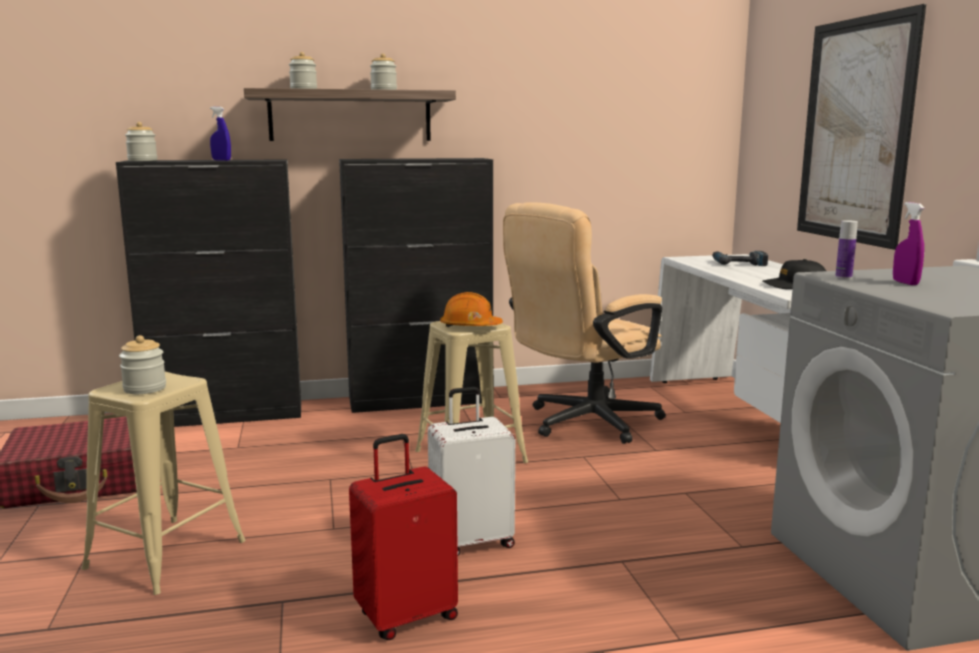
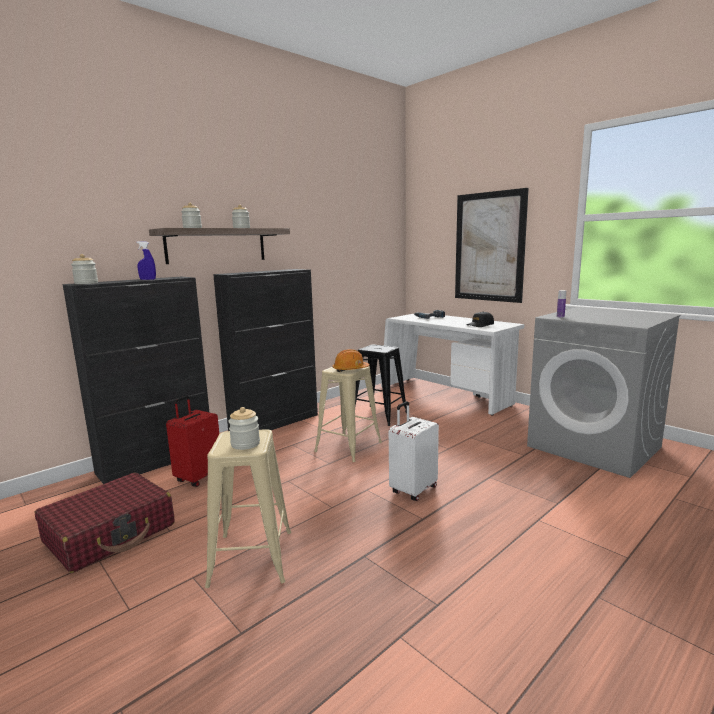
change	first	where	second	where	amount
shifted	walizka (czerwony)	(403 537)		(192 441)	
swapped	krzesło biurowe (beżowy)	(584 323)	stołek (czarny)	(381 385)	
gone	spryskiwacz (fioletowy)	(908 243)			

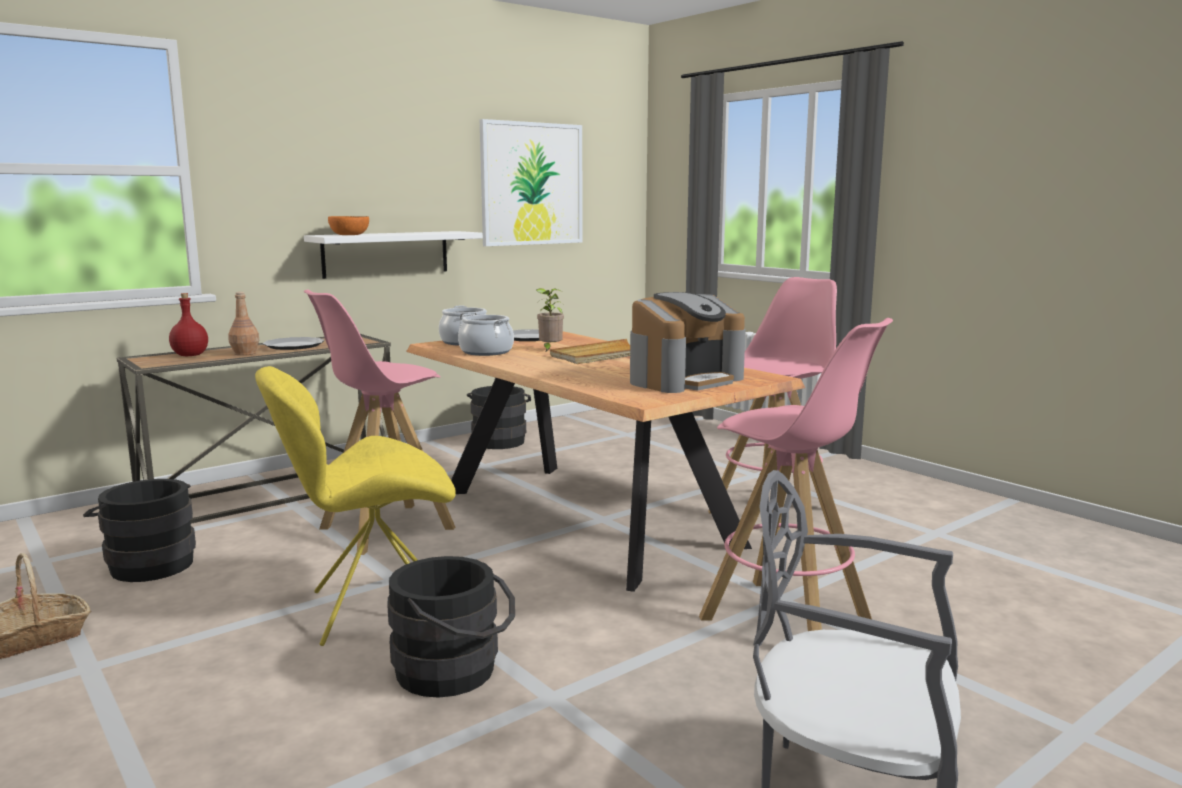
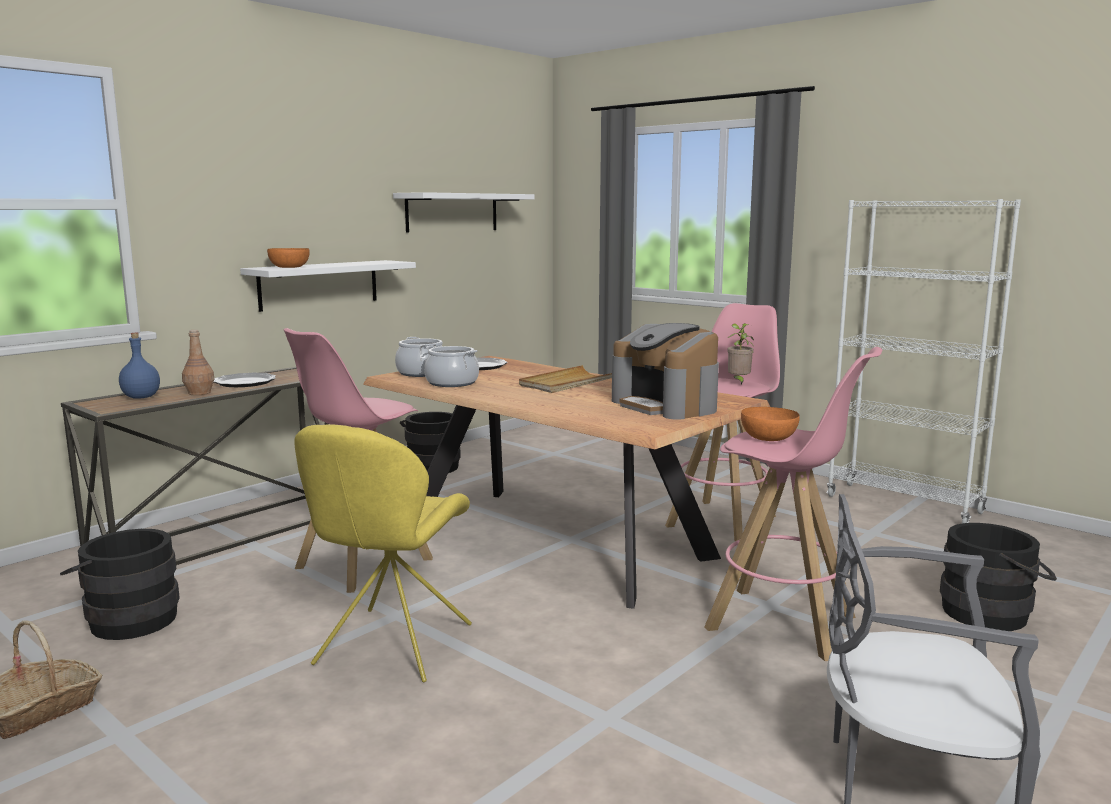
change	first	where	second	where	amount
repainted	butelka (czerwony)	(188 324)	butelka (niebieski)	(139 366)	
rotated	krzesło (żółty)	(355 506)		(383 553)	45 degrees counterclockwise
shifted	wiadro (czarny)	(451 627)		(998 577)	
swapped	obraz	(531 182)	półka (biały)	(463 212)	
shifted	roślina doniczkowa	(550 320)		(741 353)	
rotated	ekspres do kawy	(688 342)		(665 371)	105 degrees clockwise
new			miska (pomarańczowy)	(770 424)	
new			regał (biały)	(924 361)	

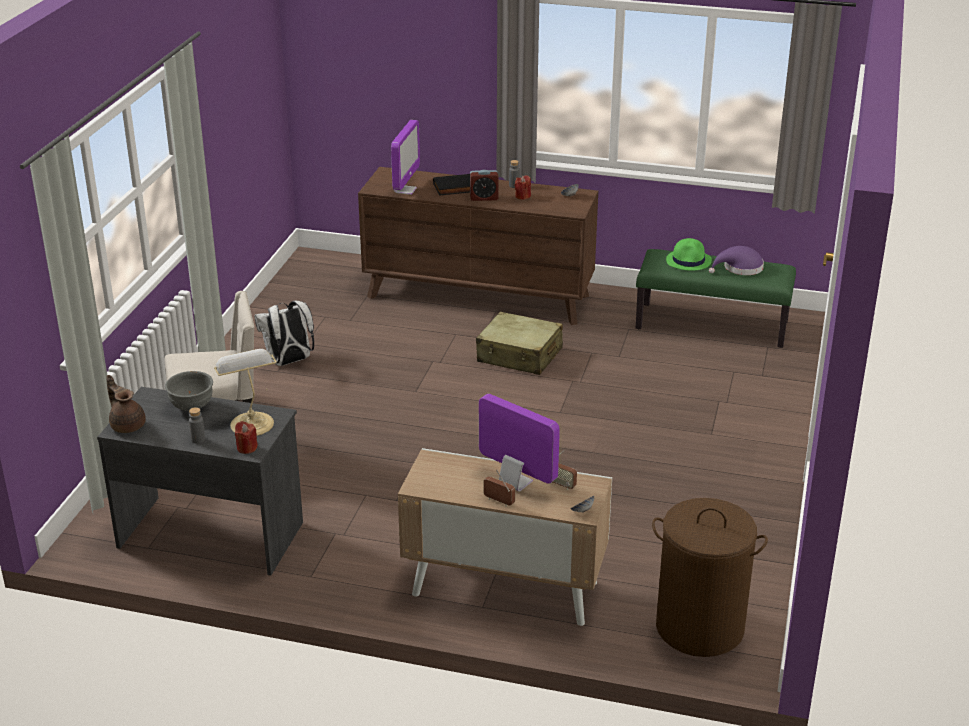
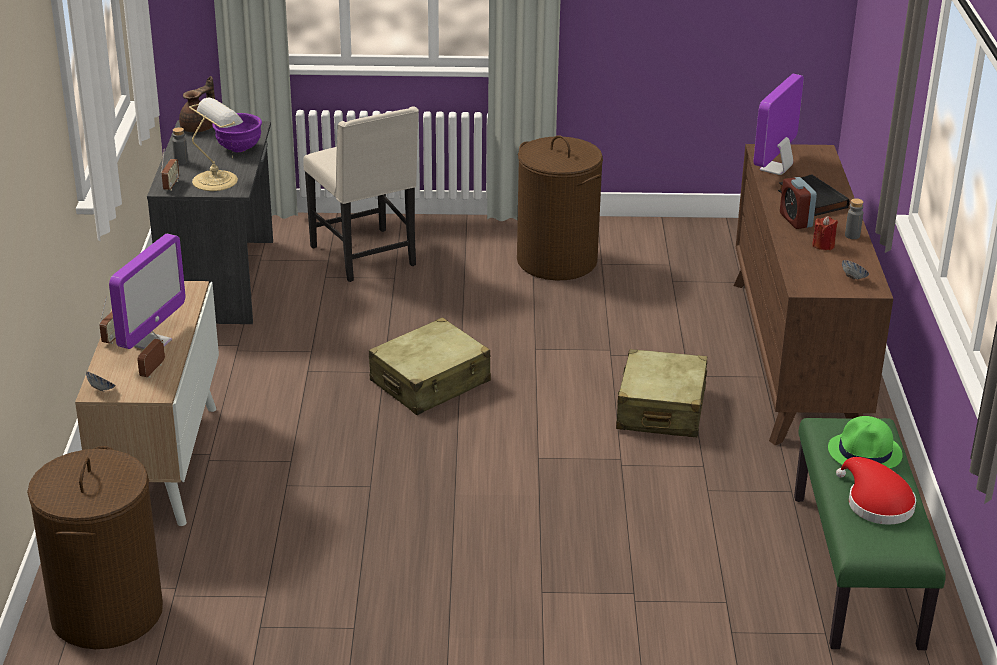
change	first	where	second	where	amount
repainted	miska (szary)	(189 391)	miska (fioletowy)	(237 132)	
swapped	świeca (czerwony)	(246 437)	radio	(170 169)	
swapped	plecak (biały)	(284 333)	kosz na pranie (brązowy)	(560 207)	
rotated	monitor	(405 157)		(778 124)	120 degrees clockwise
repainted	kapelusz (fioletowy)	(736 260)	kapelusz (czerwony)	(876 491)	
new			walizka (beżowy)	(430 366)	

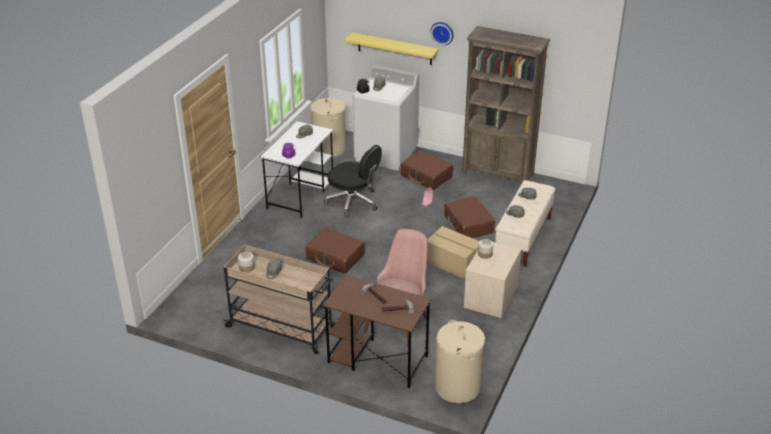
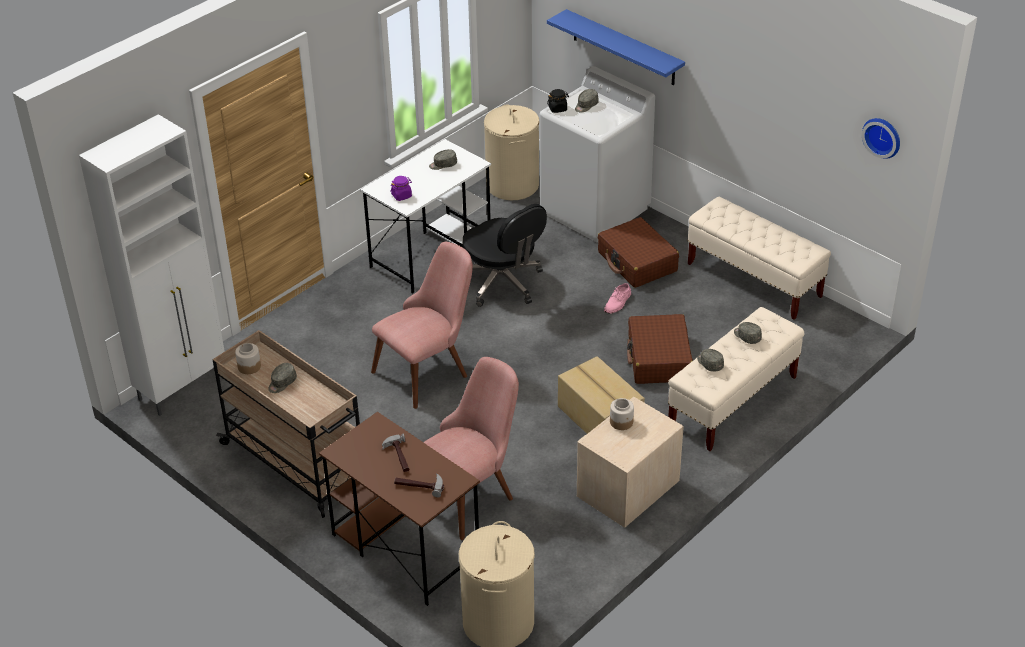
change	first	where	second	where	amount
swapped	walizka (brązowy)	(334 251)	krzesło (różowy)	(422 325)	
repainted	półka (żółty)	(391 48)	półka (niebieski)	(616 47)	
shifted	zegar ścienny	(442 33)		(881 138)	
swapped	regał (brązowy)	(506 104)	ławka (beżowy)	(759 258)	
new			szafka (biały)	(152 265)	

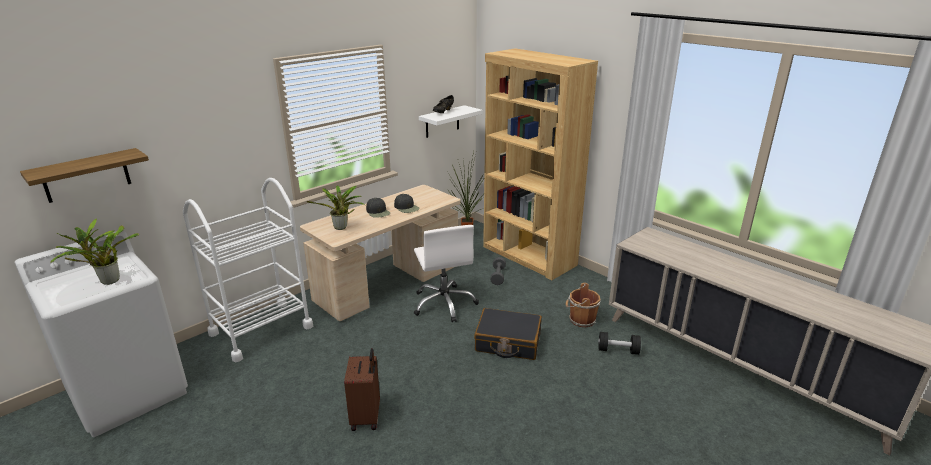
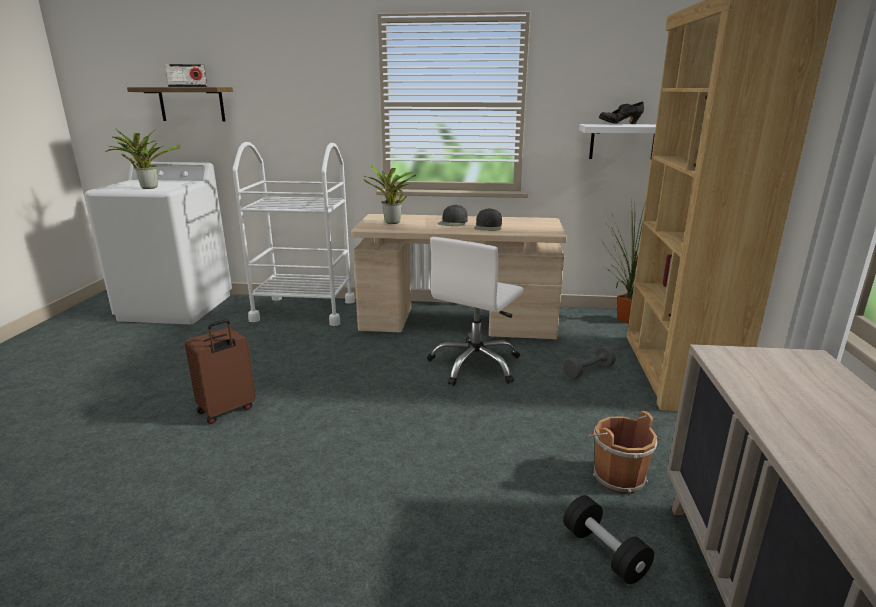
change	first	where	second	where	amount
gone	walizka (czarny)	(508 334)			
new			radio	(186 75)	

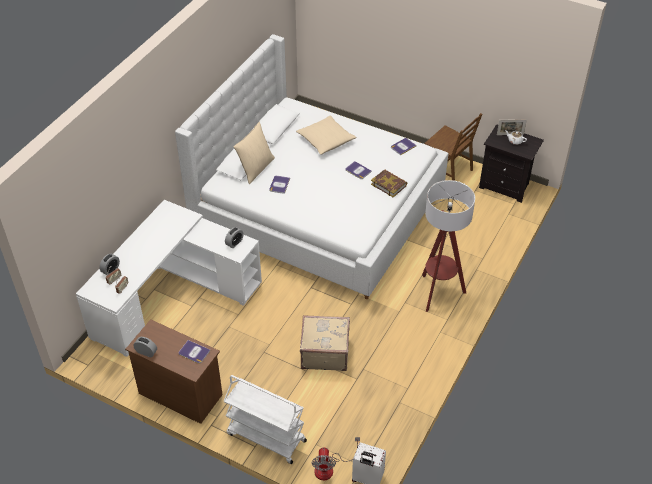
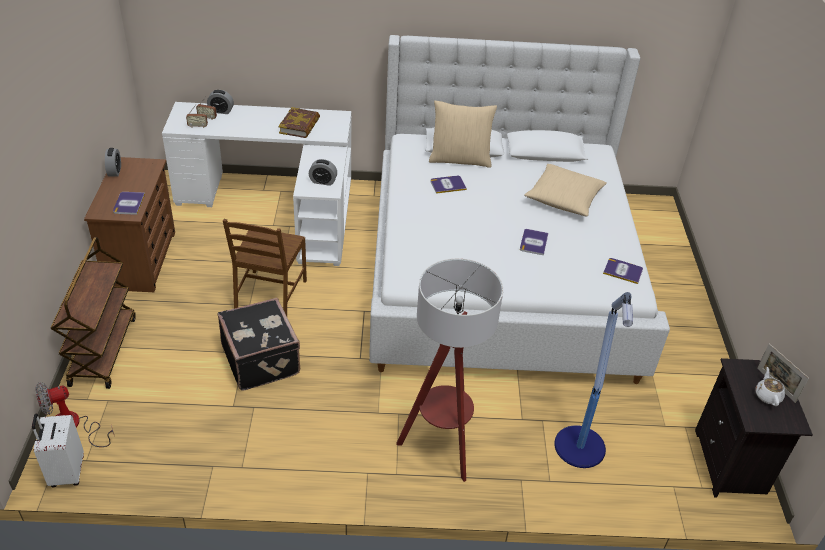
change	first	where	second	where	amount
repainted	wózek (biały)	(265 419)	wózek (brązowy)	(93 313)	
repainted	walizka (beżowy)	(325 343)	walizka (czarny)	(259 344)	
shifted	książka	(389 183)		(299 122)	
shifted	krzesło (brązowy)	(453 147)		(265 267)	
new			lampa stojąca	(593 380)	

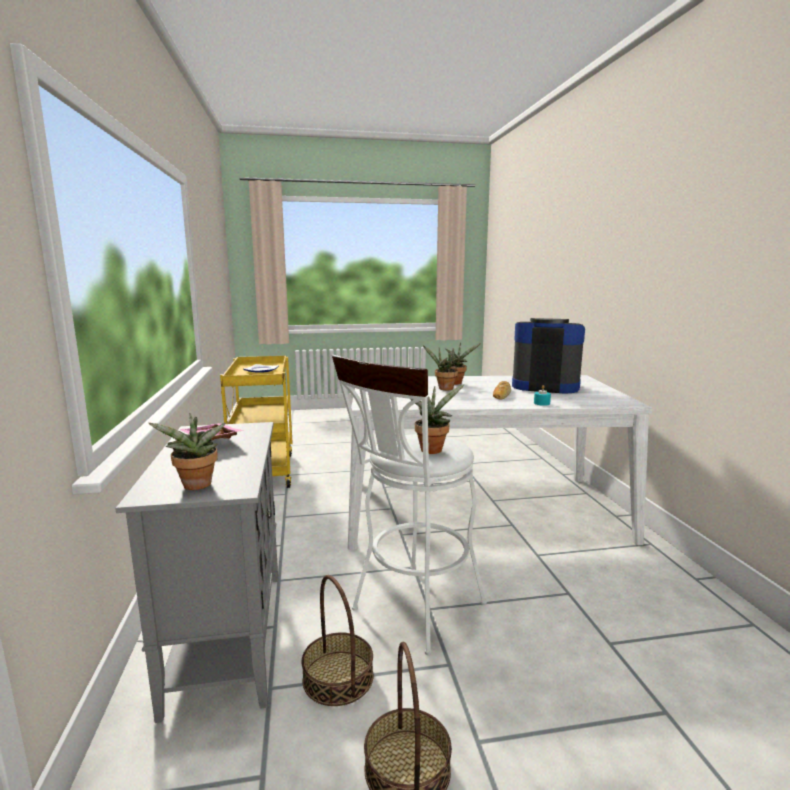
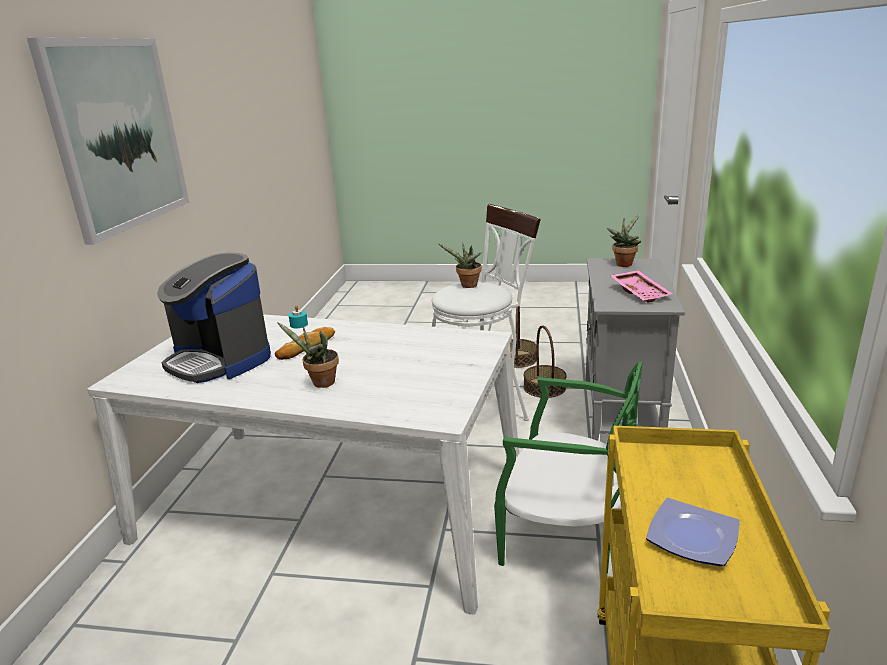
change	first	where	second	where	amount
gone	roślina doniczkowa	(440 367)			
new			obraz	(108 141)	
new			krzesło (zielony)	(568 467)	

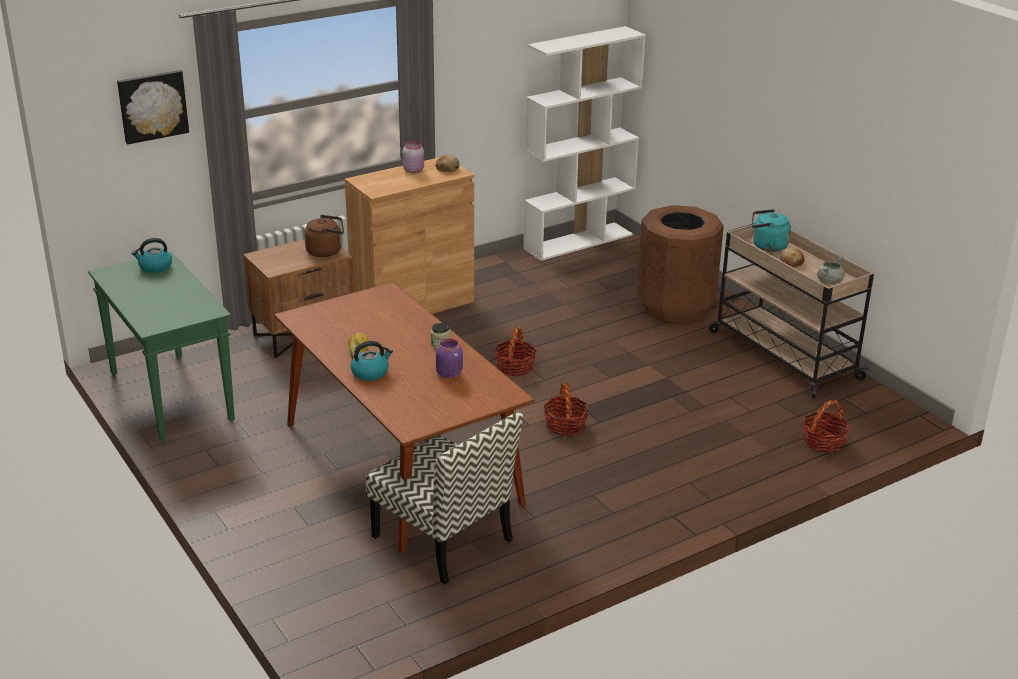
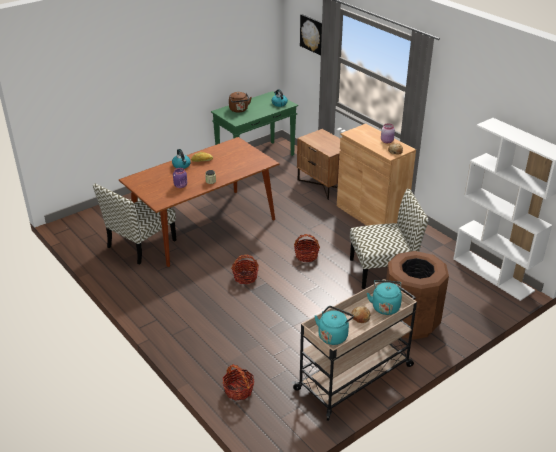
change	first	where	second	where	amount
shifted	czajnik (brązowy)	(324 236)		(240 102)	
swapped	garnek (szary)	(831 270)	czajnik (turkusowy)	(334 325)	
new			krzesło	(389 239)	

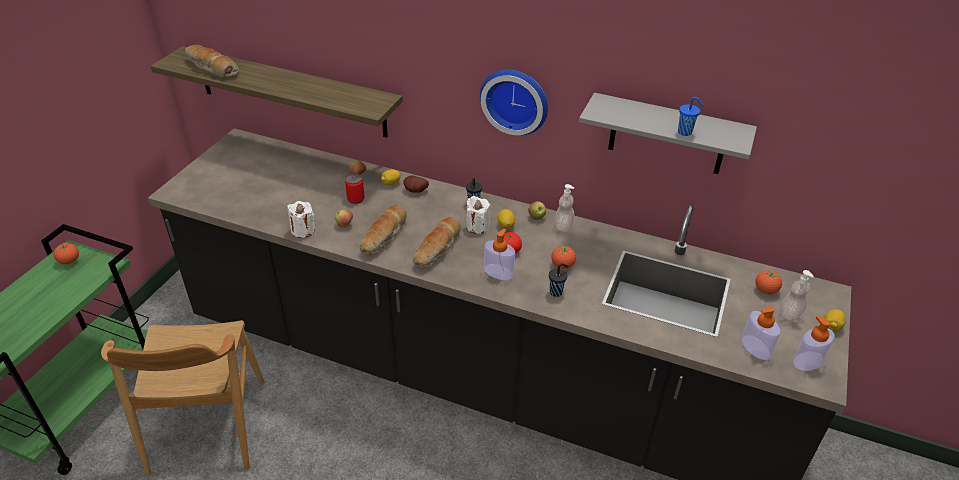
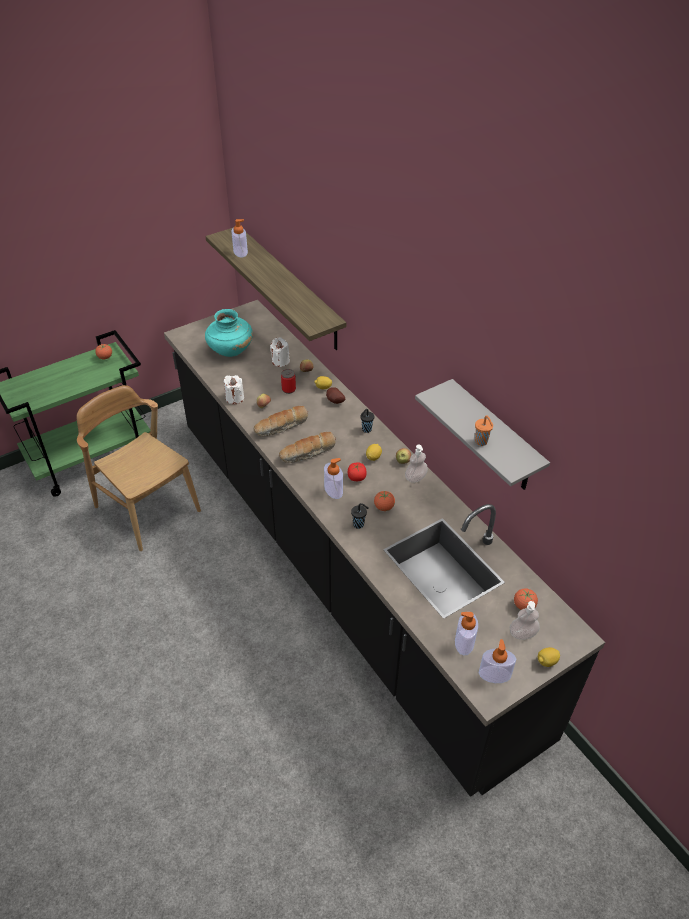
change	first	where	second	where	amount
rotated	krzesło (brązowy)	(183 398)		(139 468)	105 degrees clockwise
swapped	chleb	(212 61)	dozownik mydła	(239 238)	
shifted	świeca (biały)	(478 215)		(280 352)	
gone	zegar ścienny	(514 102)			
repainted	filiżanka (niebieski)	(691 116)	filiżanka (pomarańczowy)	(484 431)	
new			wazon (turkusowy)	(229 333)	

